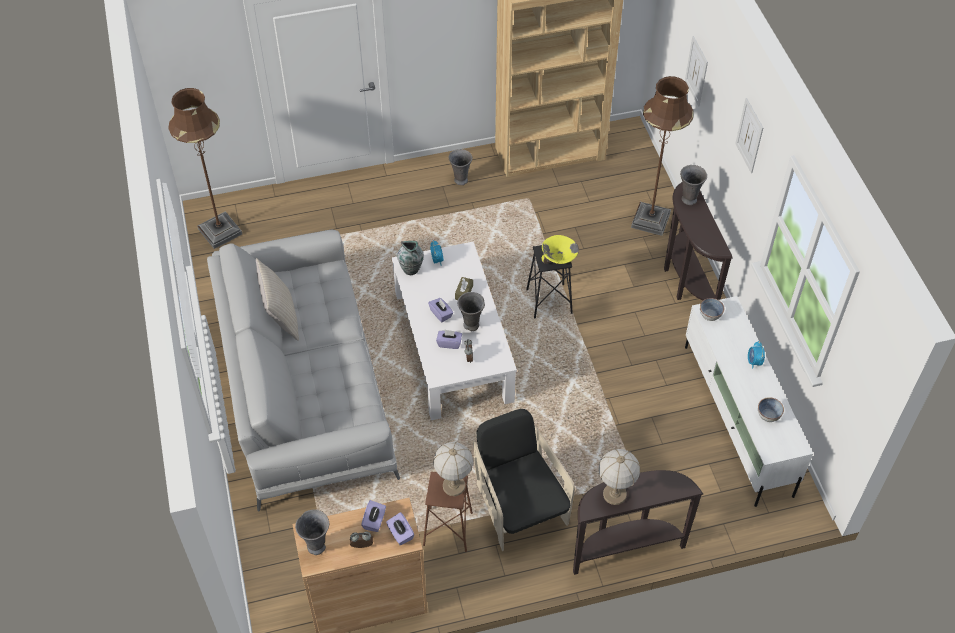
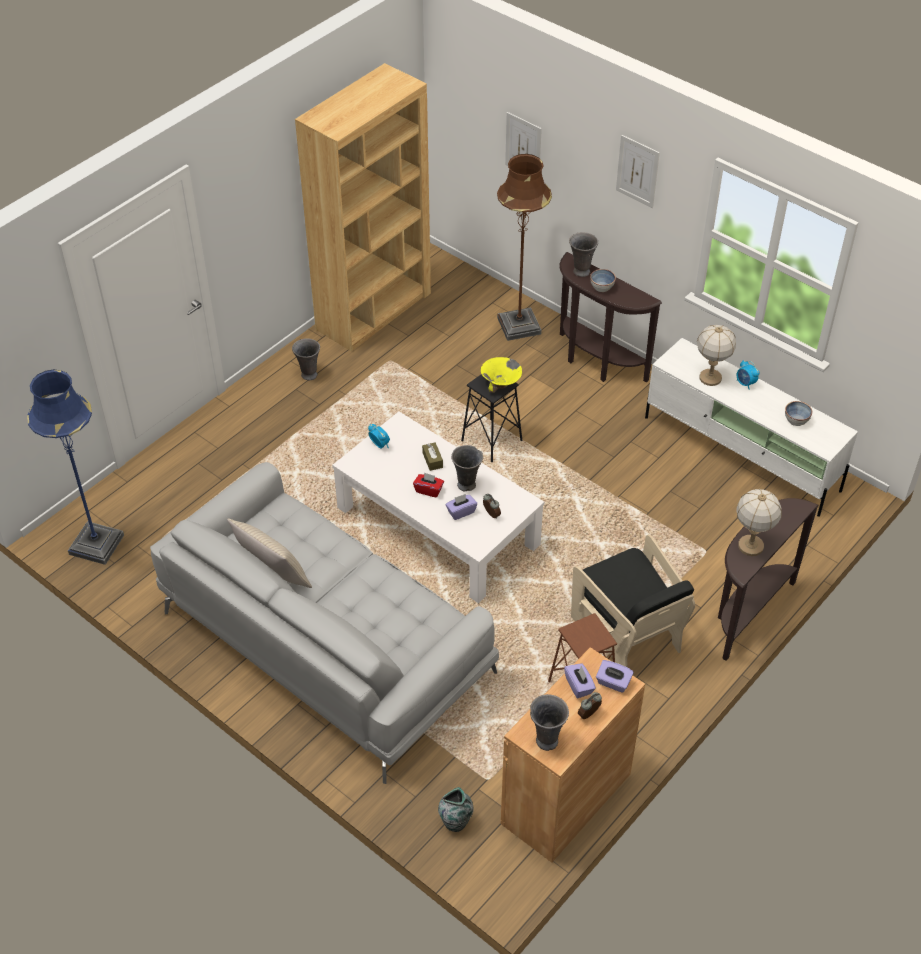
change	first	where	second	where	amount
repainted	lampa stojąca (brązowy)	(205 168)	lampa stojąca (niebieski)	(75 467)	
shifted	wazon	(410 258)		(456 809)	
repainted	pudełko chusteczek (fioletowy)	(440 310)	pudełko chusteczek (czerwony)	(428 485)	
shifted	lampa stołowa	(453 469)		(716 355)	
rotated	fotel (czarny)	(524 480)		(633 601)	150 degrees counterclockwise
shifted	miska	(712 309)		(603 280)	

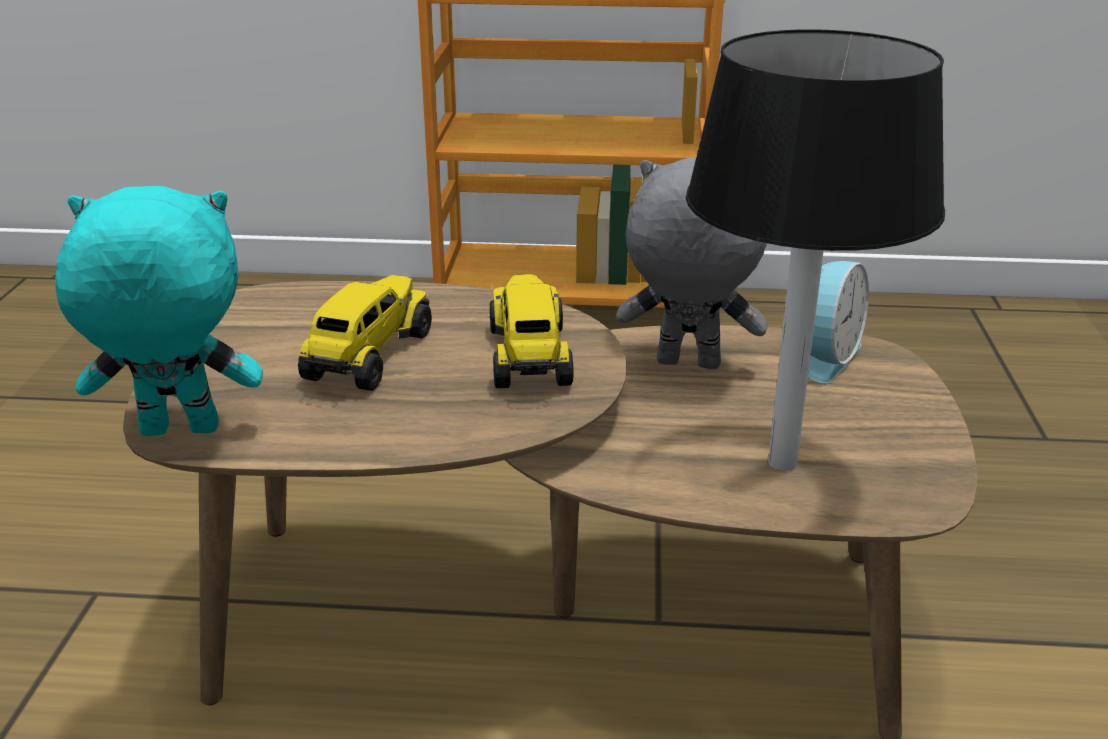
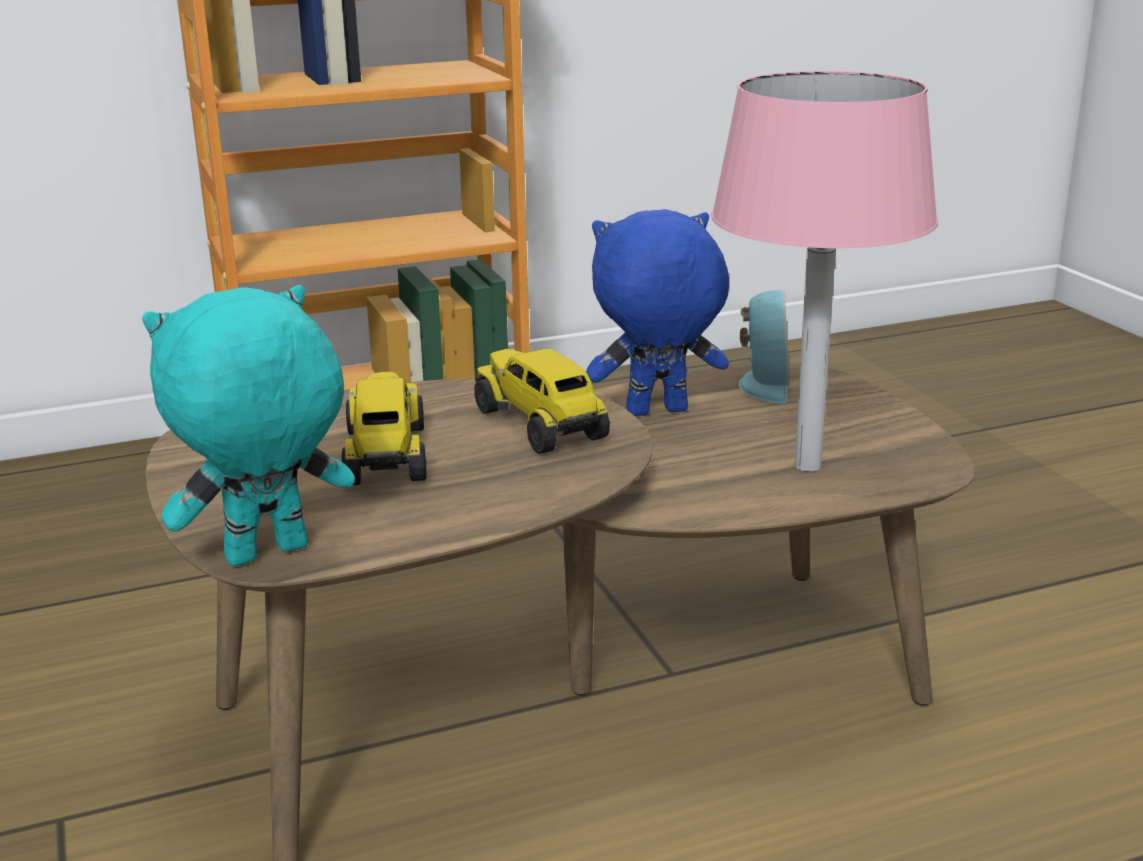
change	first	where	second	where	amount
repainted	pluszak (szary)	(691 263)	pluszak (niebieski)	(657 312)	
repainted	lampa stołowa (czarny)	(815 250)	lampa stołowa (różowy)	(824 271)	

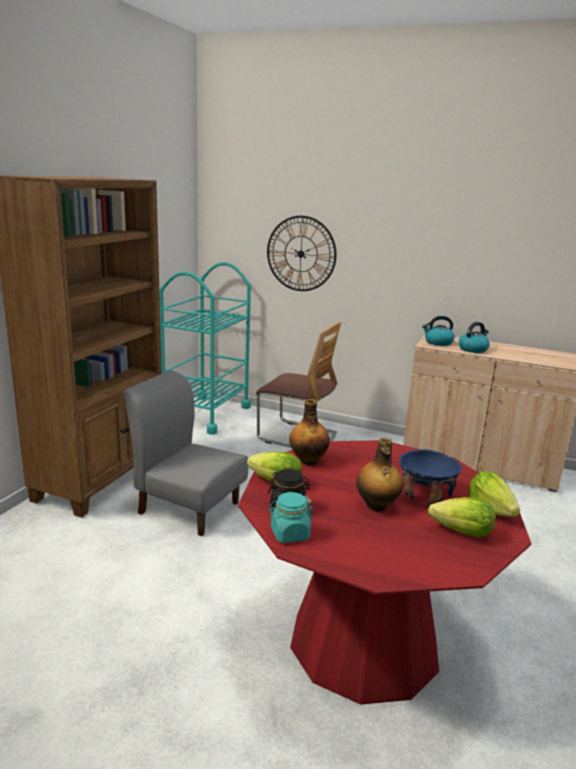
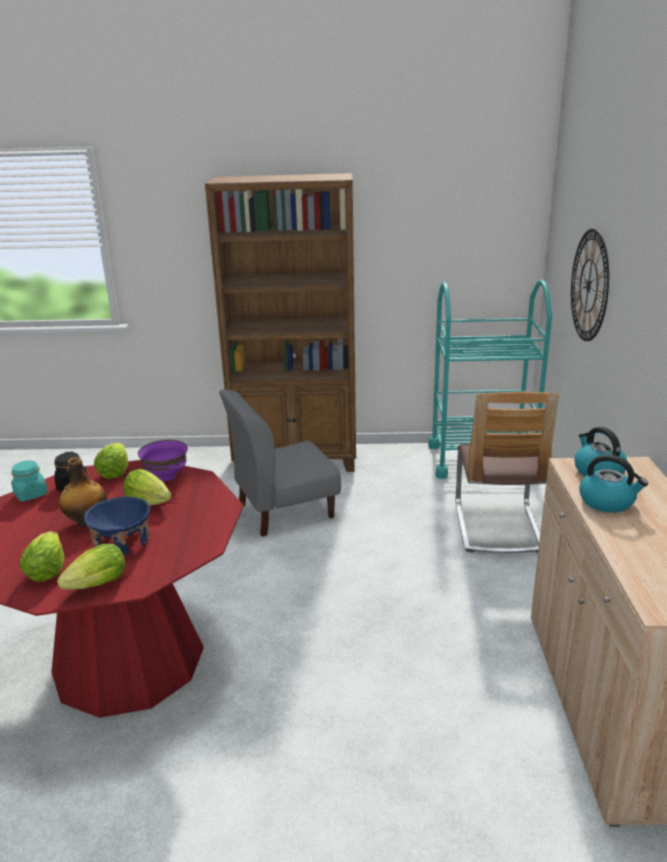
change	first	where	second	where	amount
rotated	krzesło (szary)	(186 453)		(280 463)	120 degrees counterclockwise
swapped	butelka	(309 432)	miska (fioletowy)	(163 461)	
new			sałata	(147 487)	

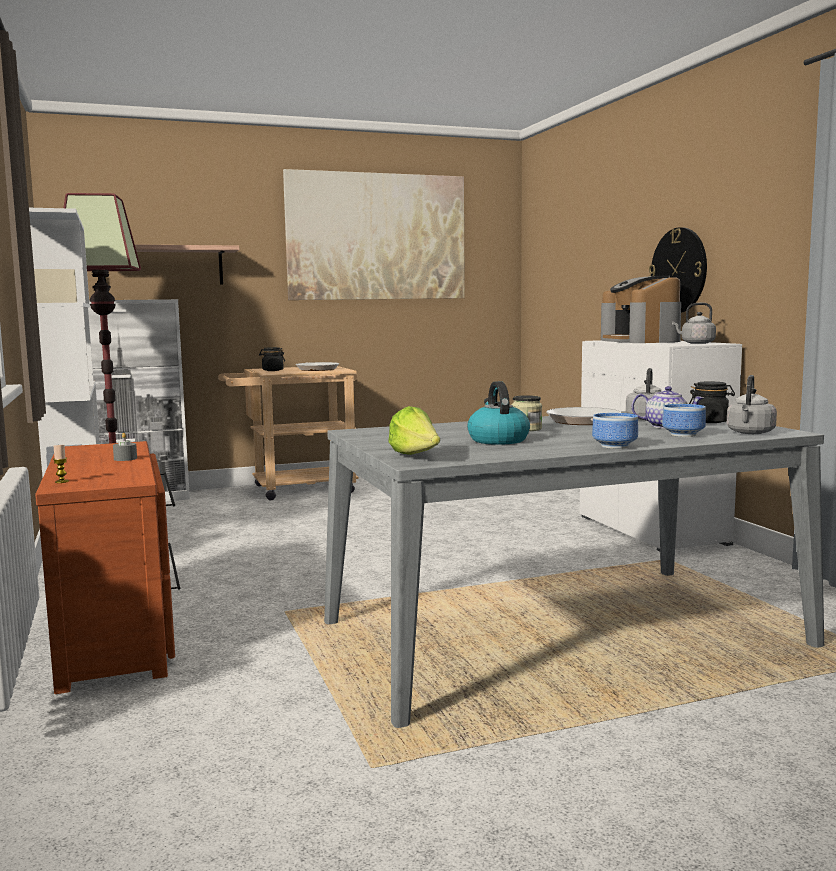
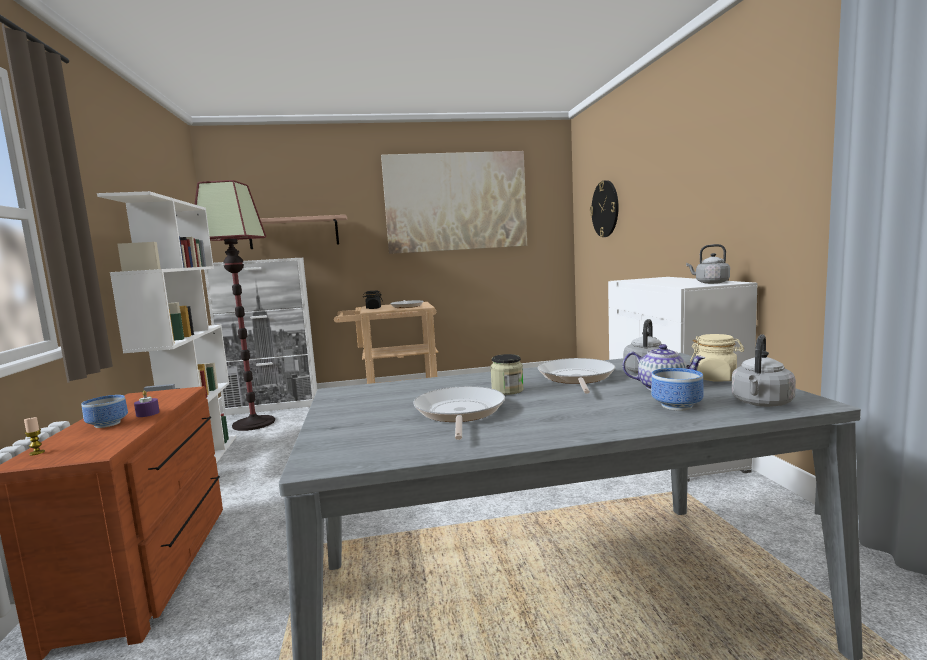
change	first	where	second	where	amount
repainted	świeca (szary)	(125 447)	świeca (fioletowy)	(147 403)	
gone	sałata	(414 430)			
swapped	czajnik	(498 413)	patelnia	(459 413)	
shifted	miska	(615 431)		(104 411)	
gone	ekspres do kawy	(641 309)			
shifted	zegar ścienny	(678 270)		(604 208)	
repainted	słoik (czarny)	(712 402)	słoik (beżowy)	(717 358)	

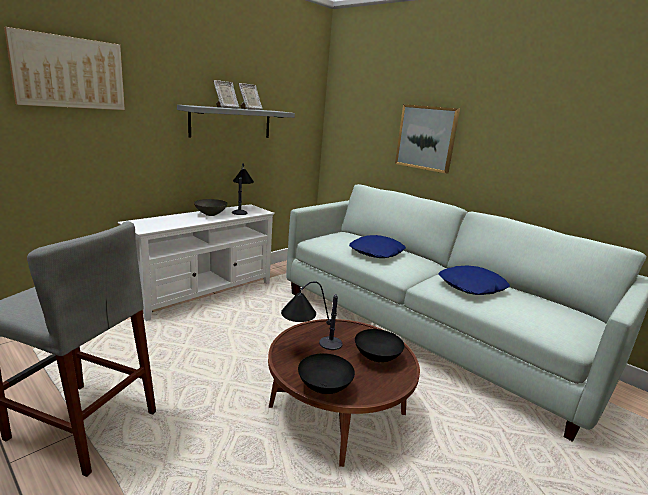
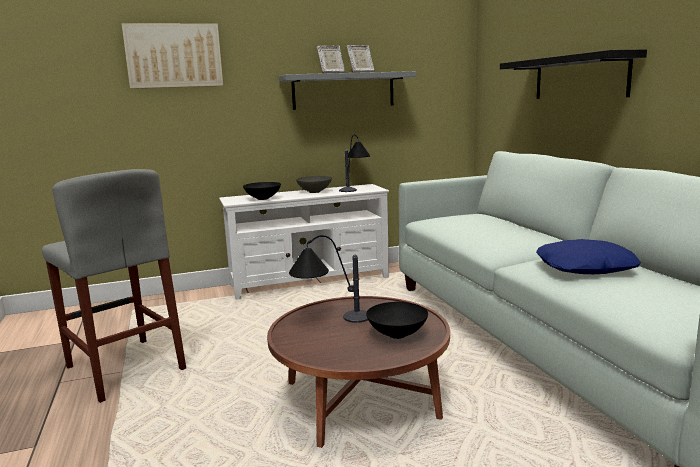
change	first	where	second	where	amount
shifted	miska (czarny)	(326 373)		(262 191)	
gone	poduszka (niebieski)	(377 246)			
swapped	obraz	(427 139)	półka (czarny)	(573 74)	

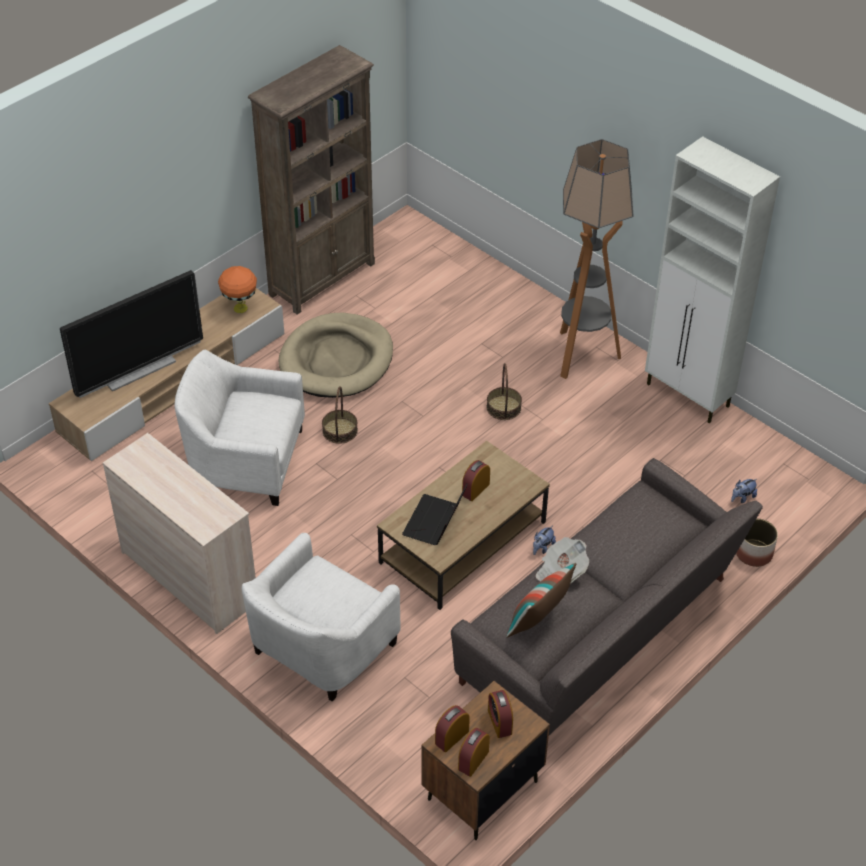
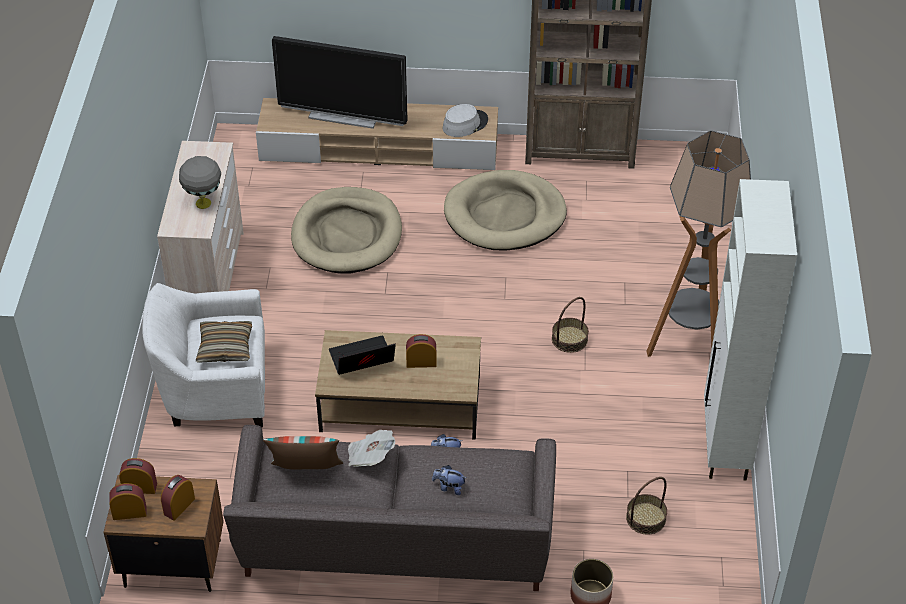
change	first	where	second	where	amount
swapped	fotel (biały)	(240 428)	legowisko (beżowy)	(346 230)	
swapped	lampa stołowa (pomarańczowy)	(237 289)	kapelusz (szary)	(465 120)	
shifted	koszyk	(340 415)		(646 506)	
shifted	pluszak	(744 491)		(449 480)	
new			lampa stołowa (szary)	(200 182)	
new			poduszka	(224 342)	

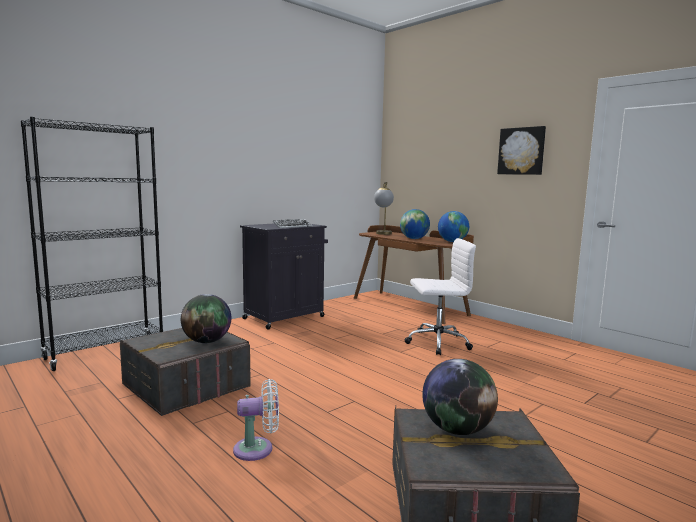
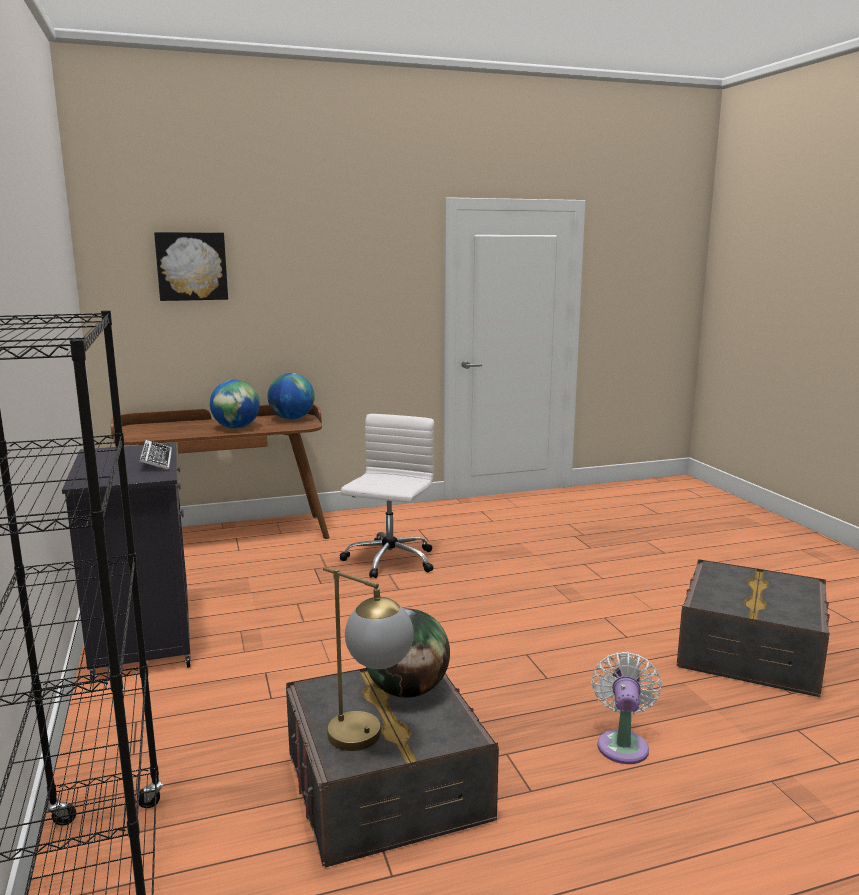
change	first	where	second	where	amount
shifted	lampa stołowa	(384 208)		(368 659)	
gone	globus	(460 397)			
shifted	obraz	(521 150)		(191 266)	

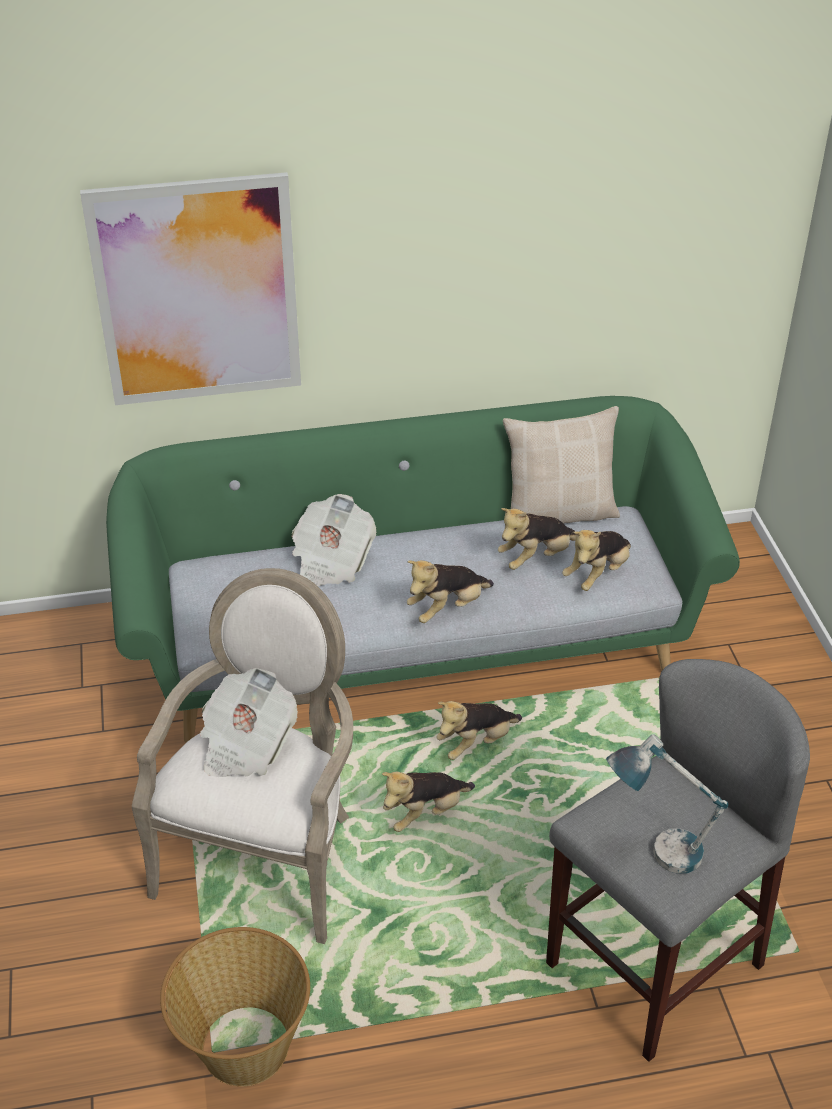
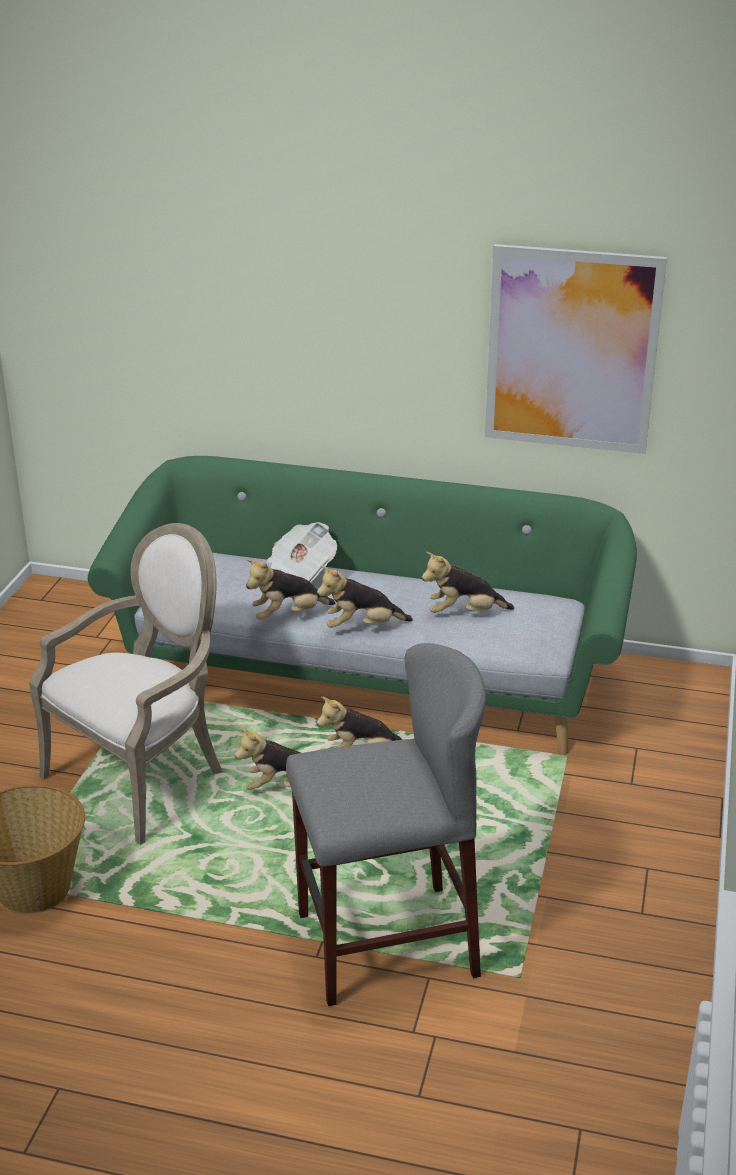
change	first	where	second	where	amount
shifted	obraz	(190 288)		(576 349)	
gone	gazeta	(249 722)			
gone	poduszka (beżowy)	(561 464)			
shifted	pluszak	(596 560)		(290 589)	
gone	lampa stołowa	(667 804)			

